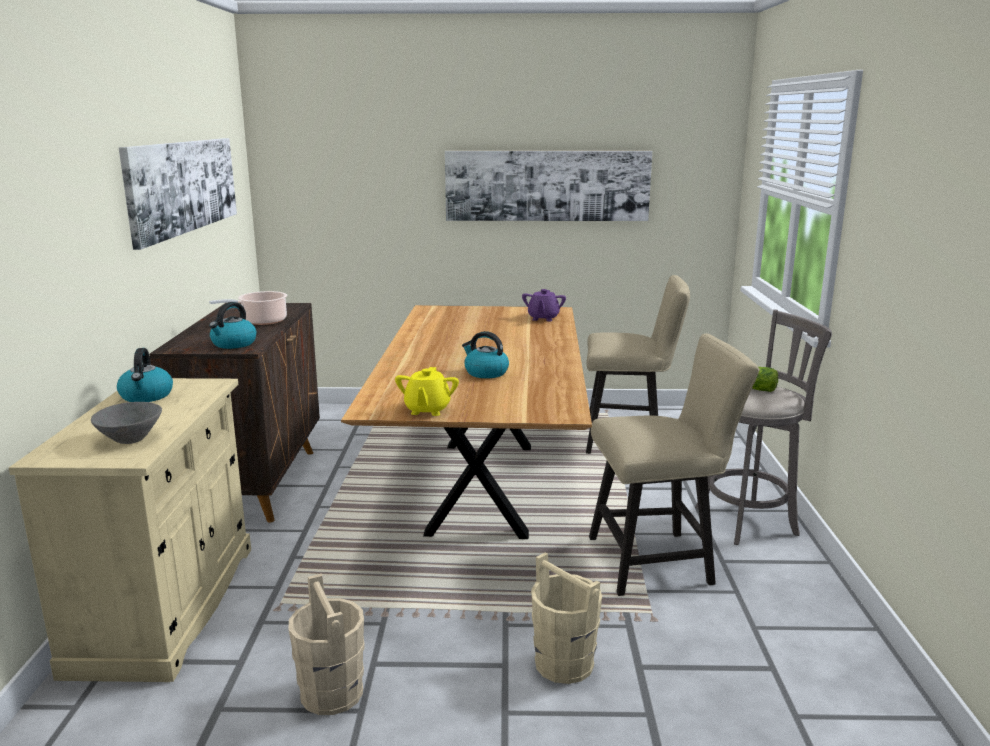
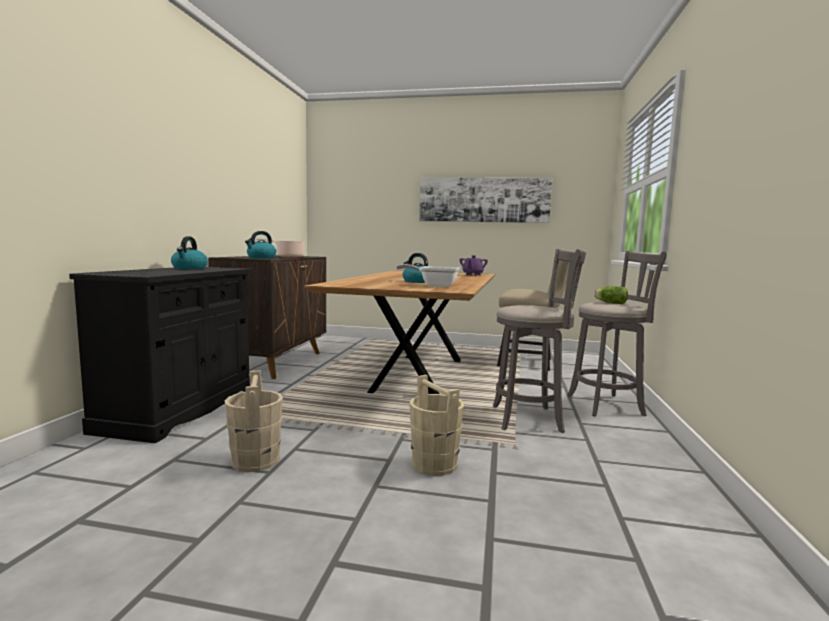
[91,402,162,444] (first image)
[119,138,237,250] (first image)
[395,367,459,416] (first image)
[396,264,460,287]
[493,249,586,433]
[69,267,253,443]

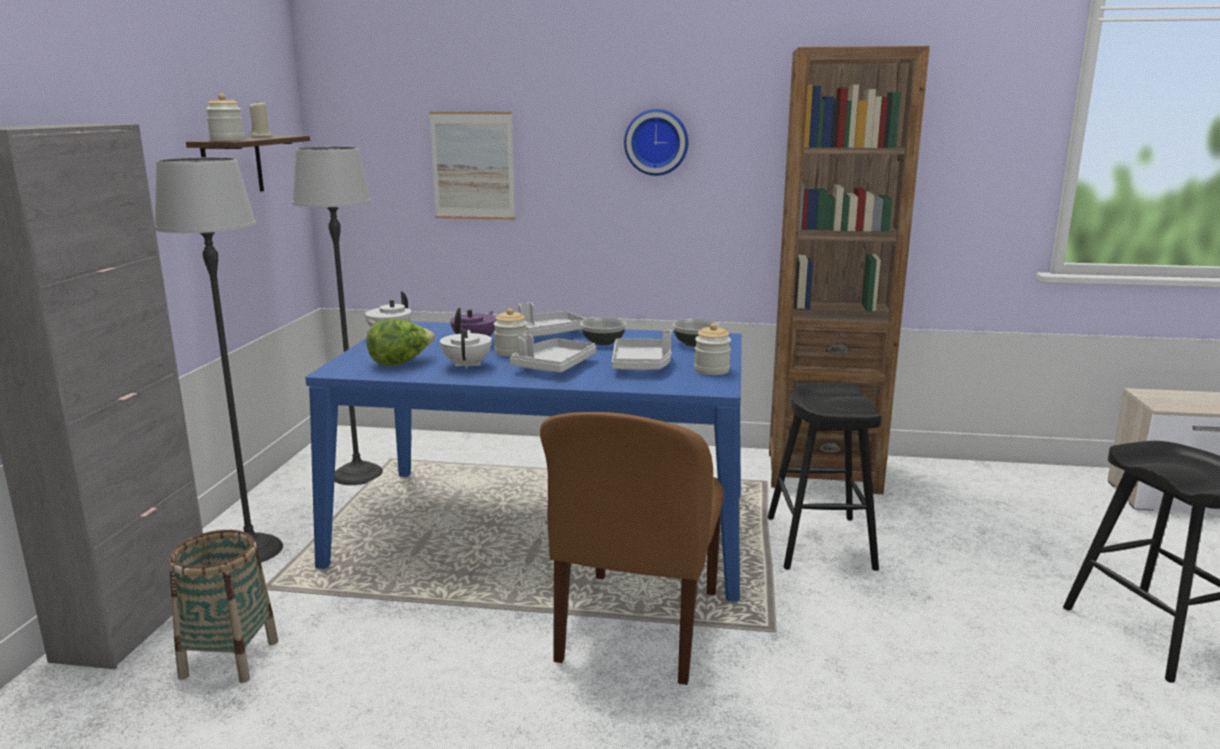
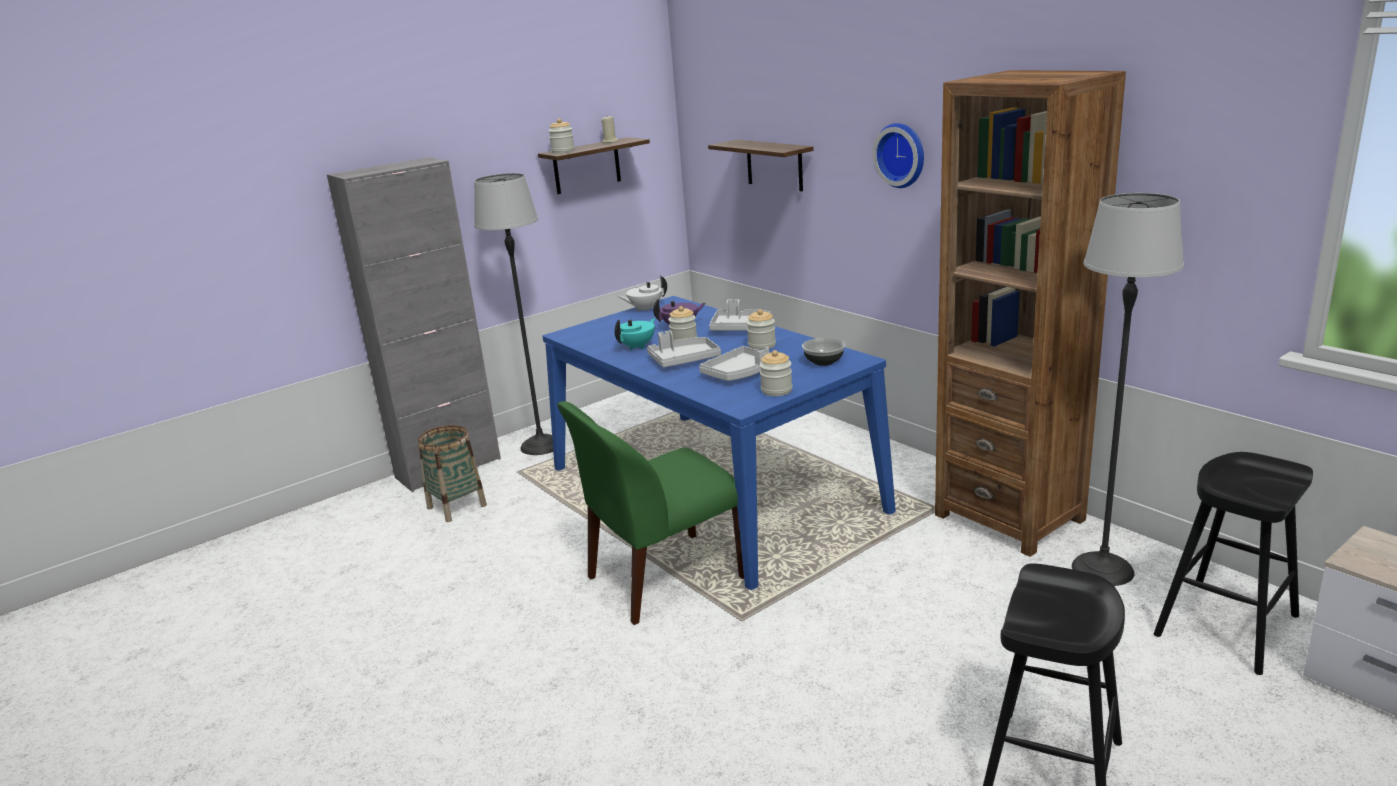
[367,319,435,366] (first image)
[1072,193,1184,586]
[1154,452,1313,675]
[708,139,813,191]
[747,309,776,350]
[615,318,656,350]
[557,401,744,625]

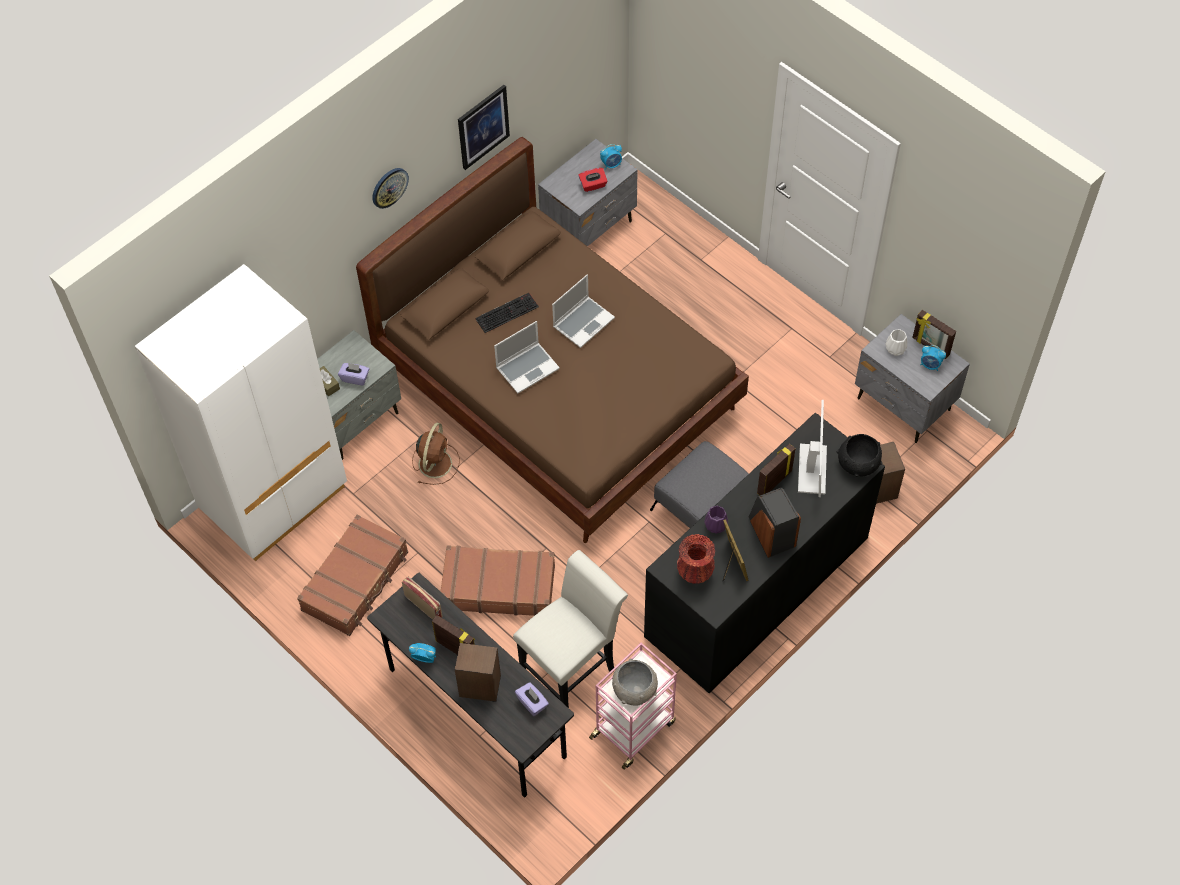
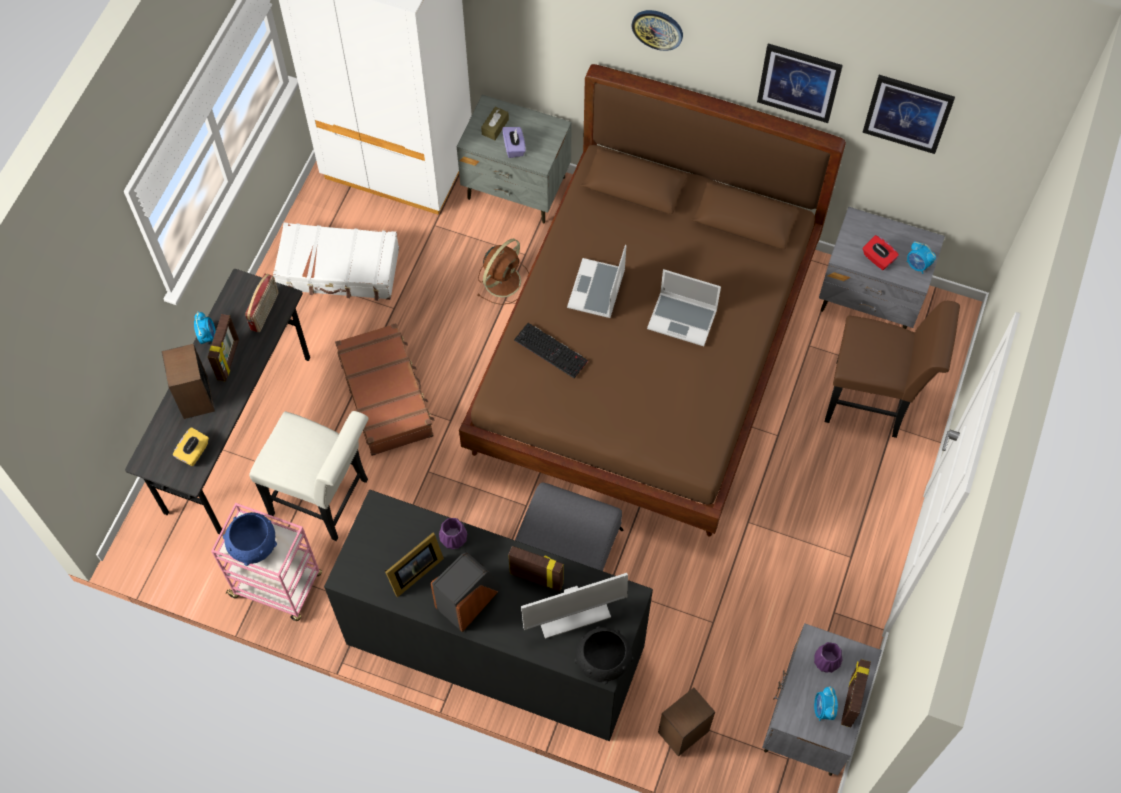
[677,534,715,584] (first image)
[825,301,960,438]
[862,75,955,154]
[514,323,588,378]
[273,223,399,301]
[173,427,209,466]
[223,512,277,566]
[814,642,842,673]
[476,239,529,305]
[567,245,626,318]

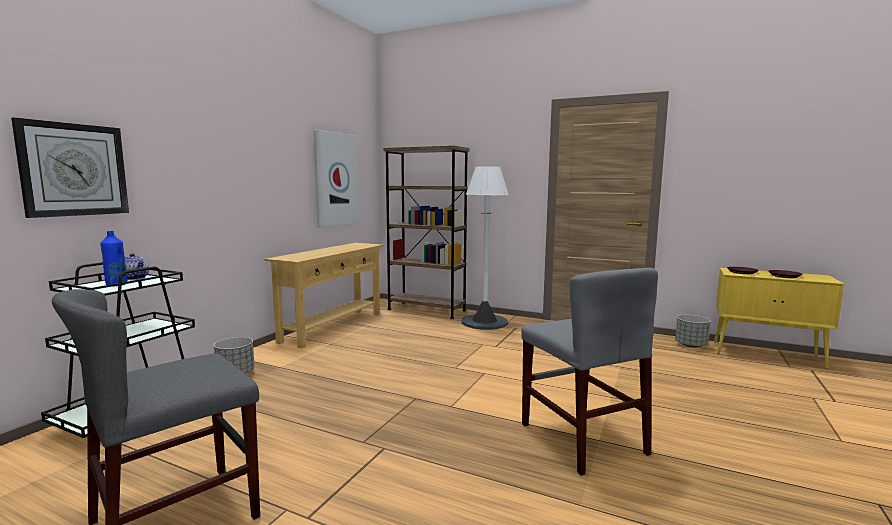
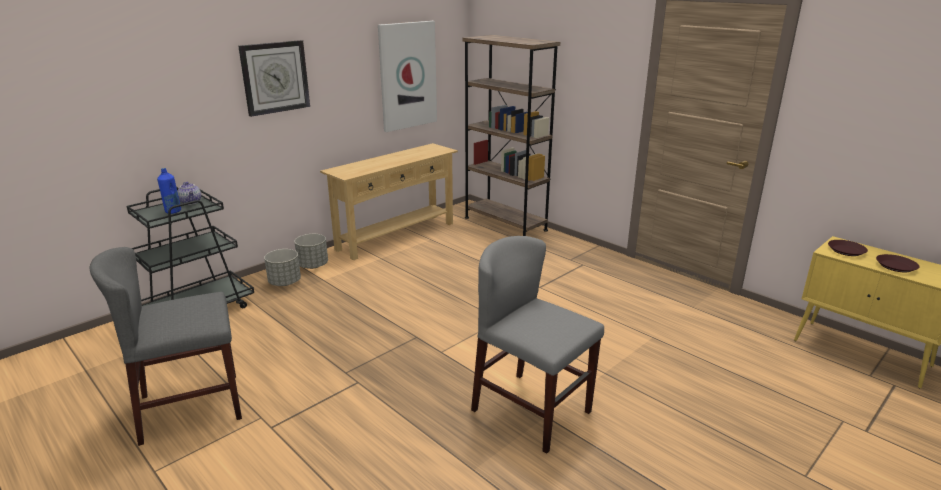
[462,166,509,330] (first image)
[238,40,310,117]
[294,234,328,269]
[471,236,604,454]

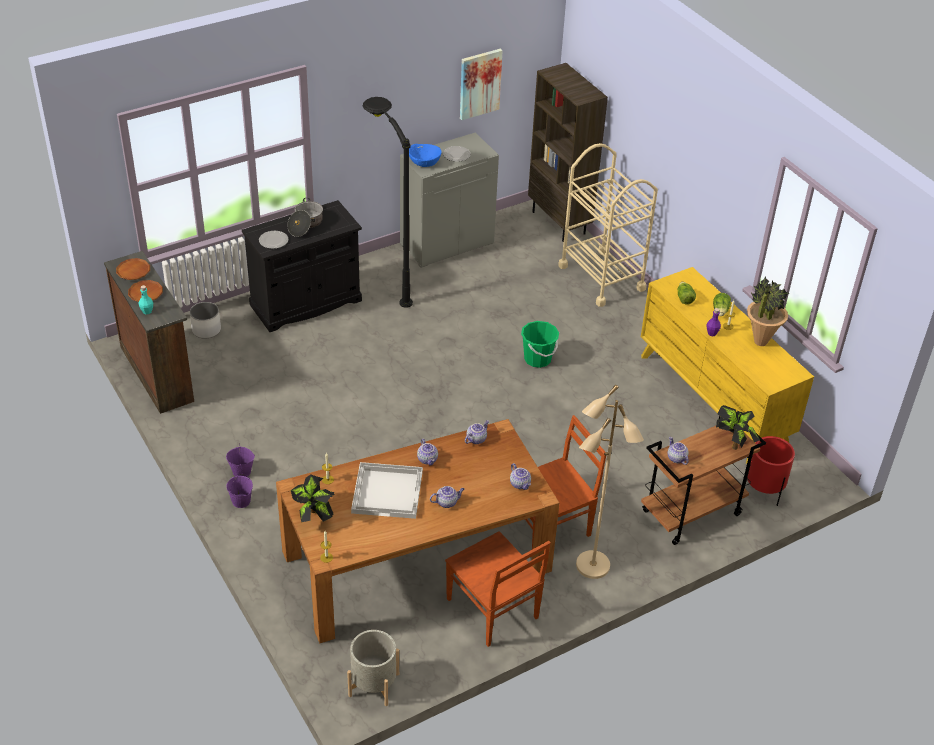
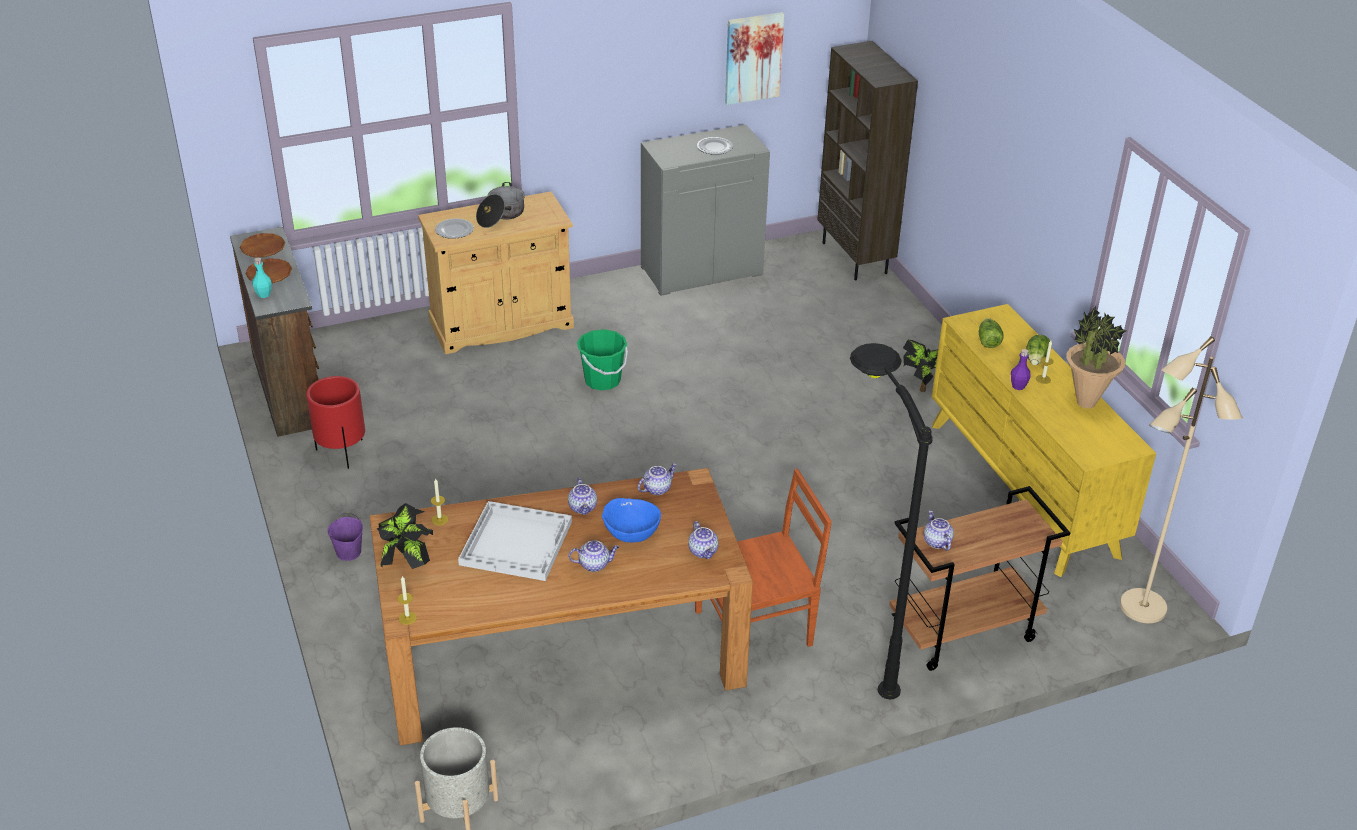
[190,302,221,338] (first image)
[226,443,255,477] (first image)
[445,531,551,647] (first image)
[558,143,658,307] (first image)
[850,343,933,699]
[602,498,661,542]
[577,329,628,390]
[1120,336,1243,623]
[903,340,938,392]
[306,376,365,469]
[418,191,574,354]

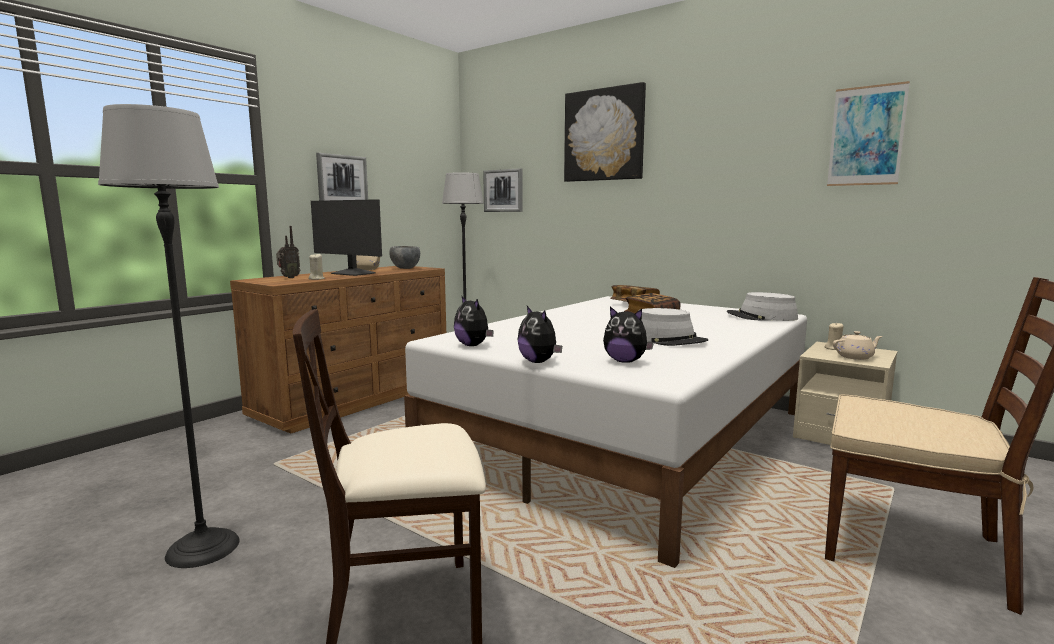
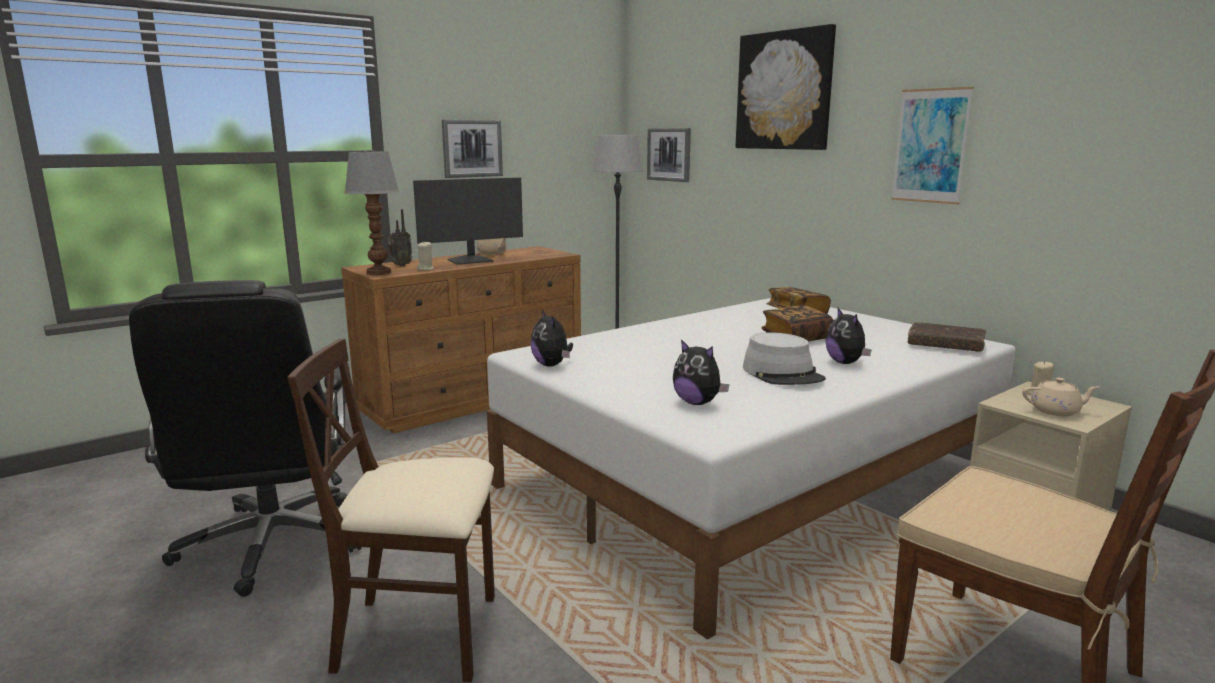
[389,246,420,269] (first image)
[344,151,399,275]
[826,308,871,364]
[891,87,974,204]
[129,280,361,597]
[908,322,986,352]
[413,178,523,265]

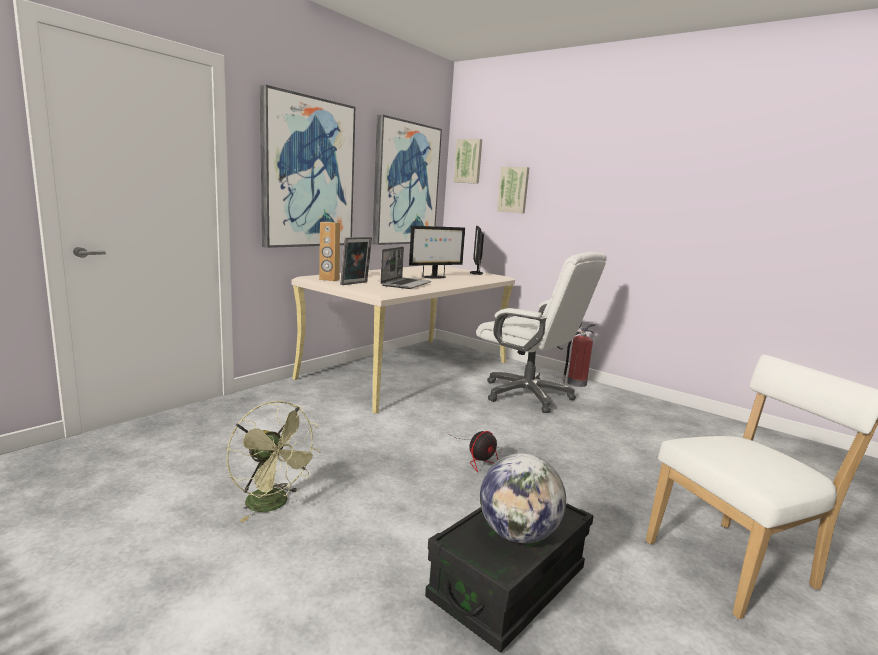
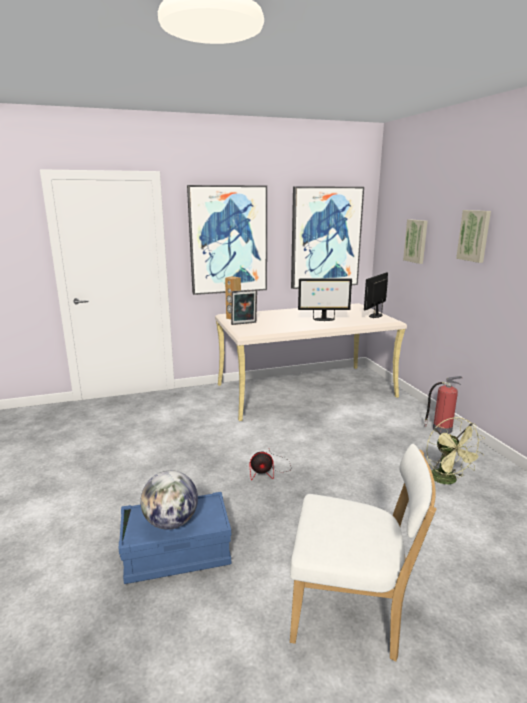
[381,247,431,289] (first image)
[476,252,607,413] (first image)
[426,417,485,484]
[456,210,491,263]
[118,492,231,584]

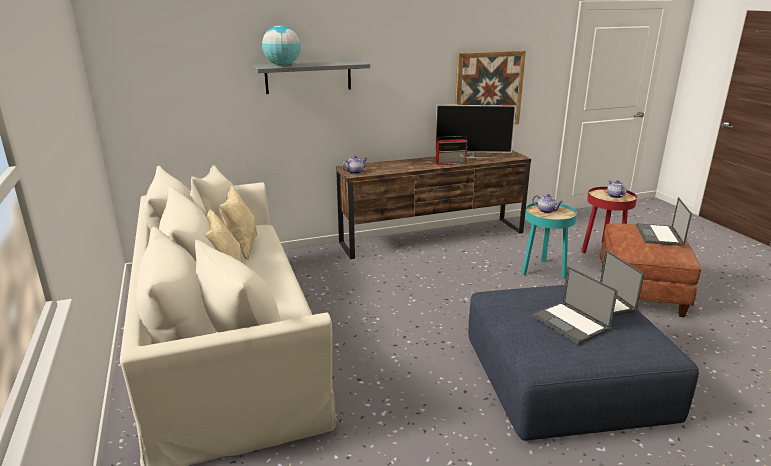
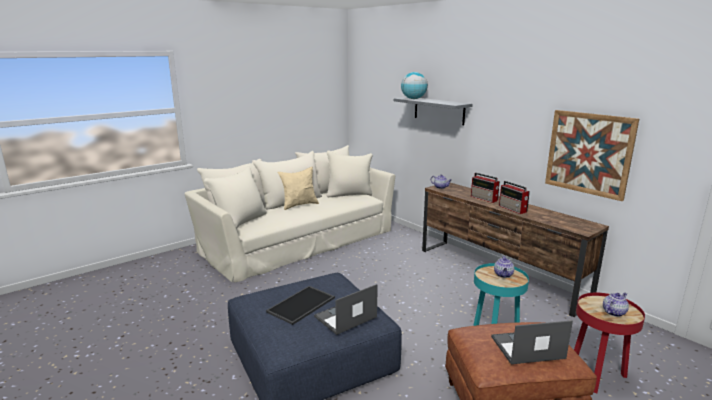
[219,185,257,260] (first image)
[435,105,516,159] (first image)
[471,173,500,203]
[266,286,335,325]

